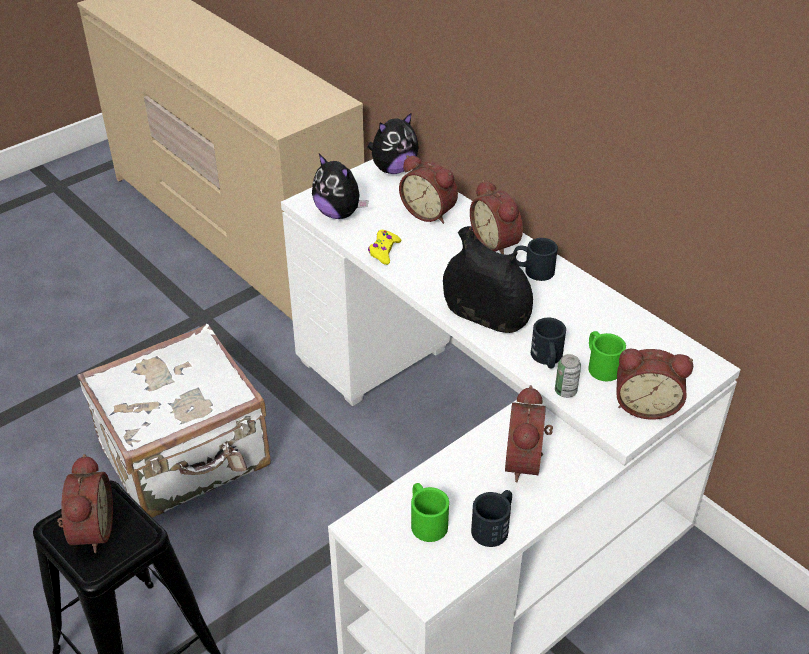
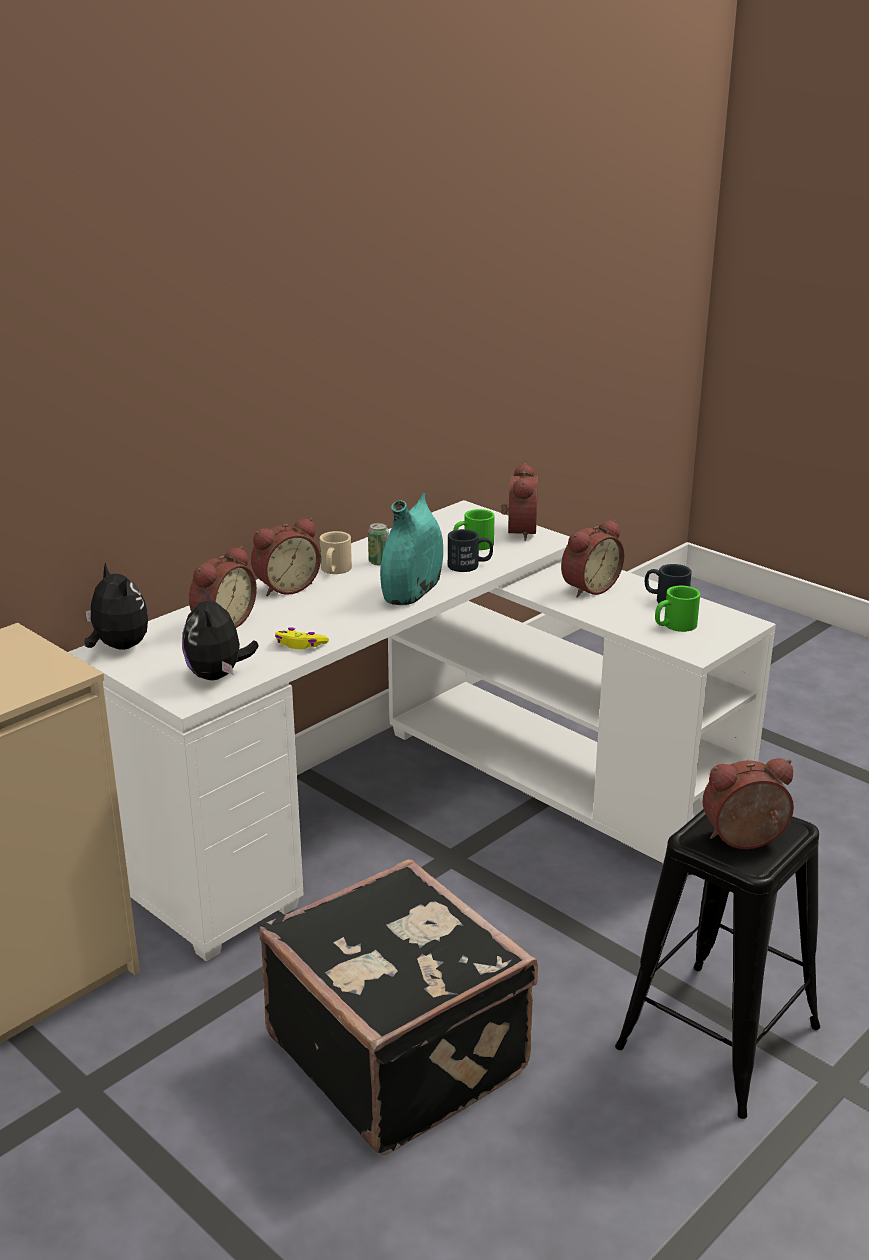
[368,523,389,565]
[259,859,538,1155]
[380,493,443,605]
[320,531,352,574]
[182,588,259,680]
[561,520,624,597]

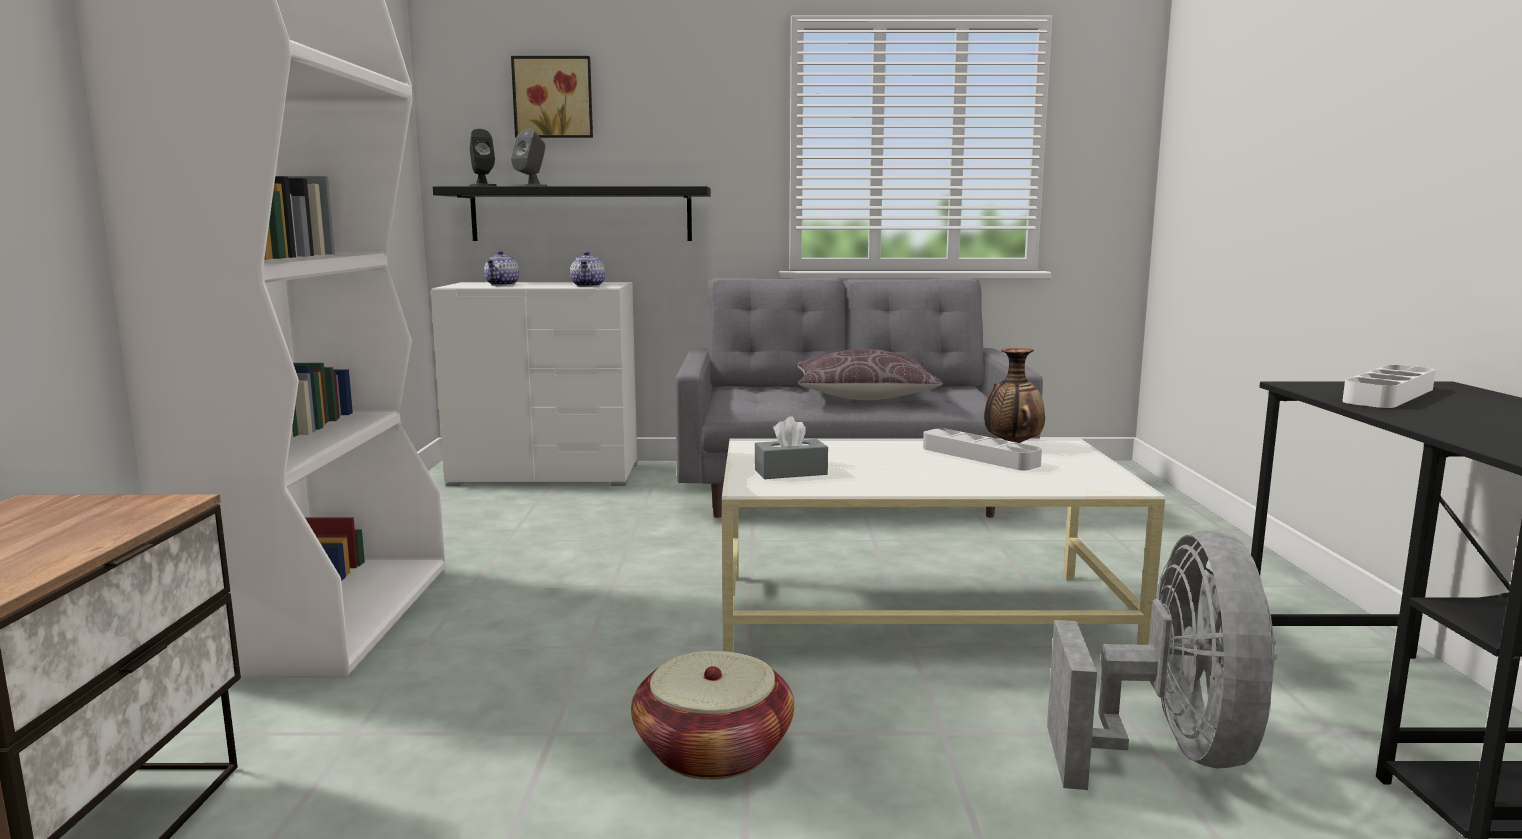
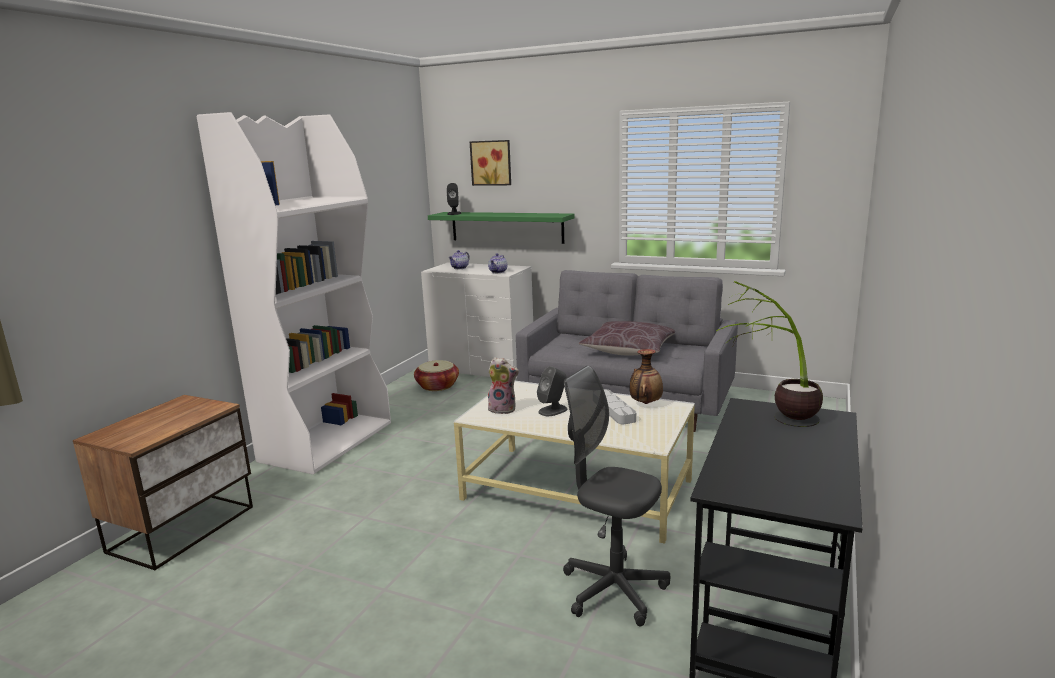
[537,366,568,416]
[414,360,459,391]
[488,357,519,414]
[563,366,670,627]
[716,281,823,427]
[428,212,574,244]

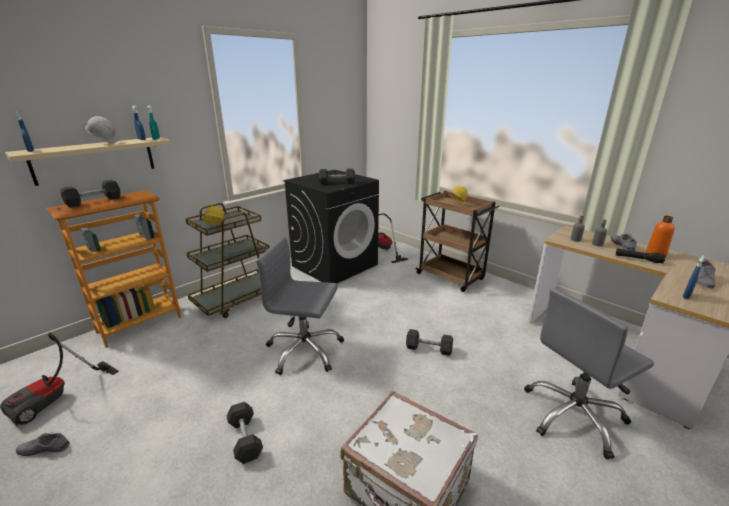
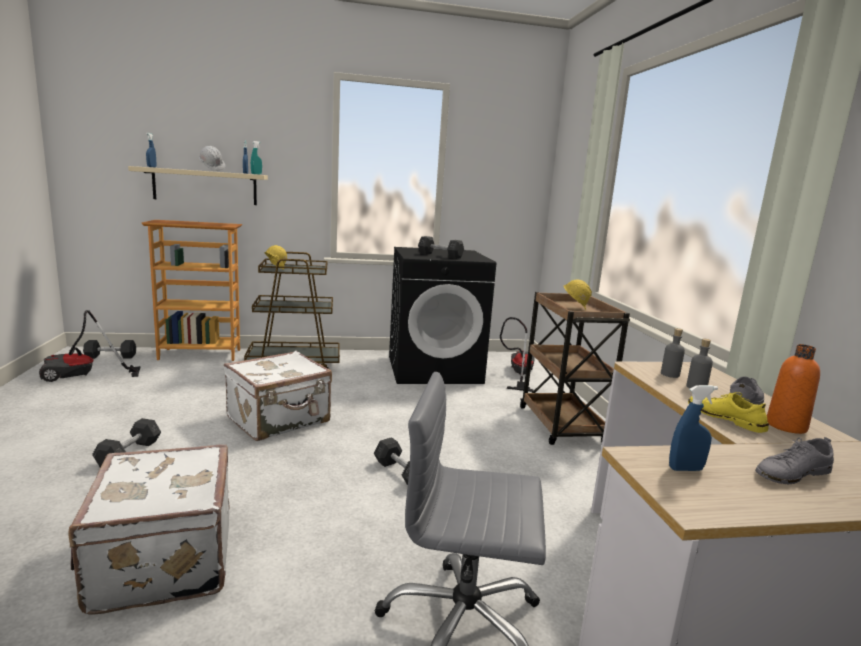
[16,432,70,456] (first image)
[83,340,136,359]
[224,351,332,441]
[688,392,769,433]

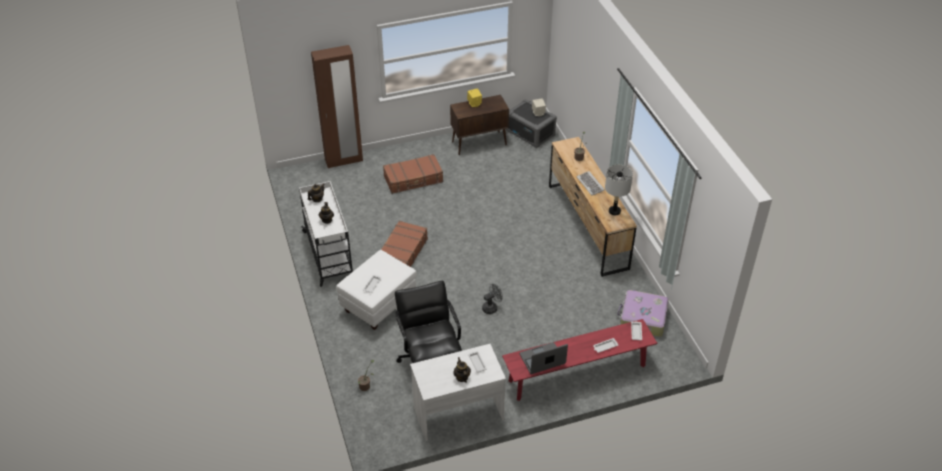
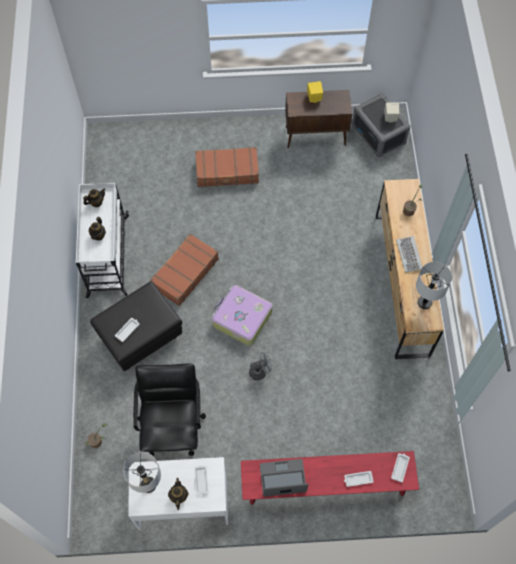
[311,45,363,168] (first image)
[123,452,161,493]
[212,285,272,346]
[90,281,182,371]

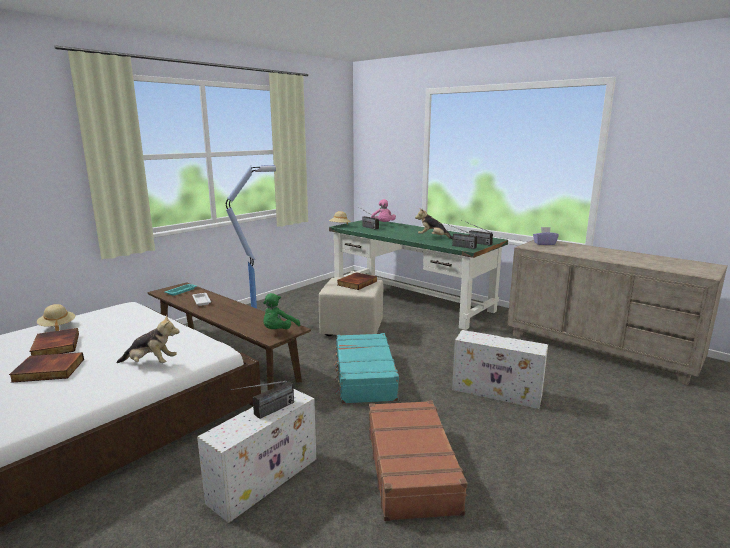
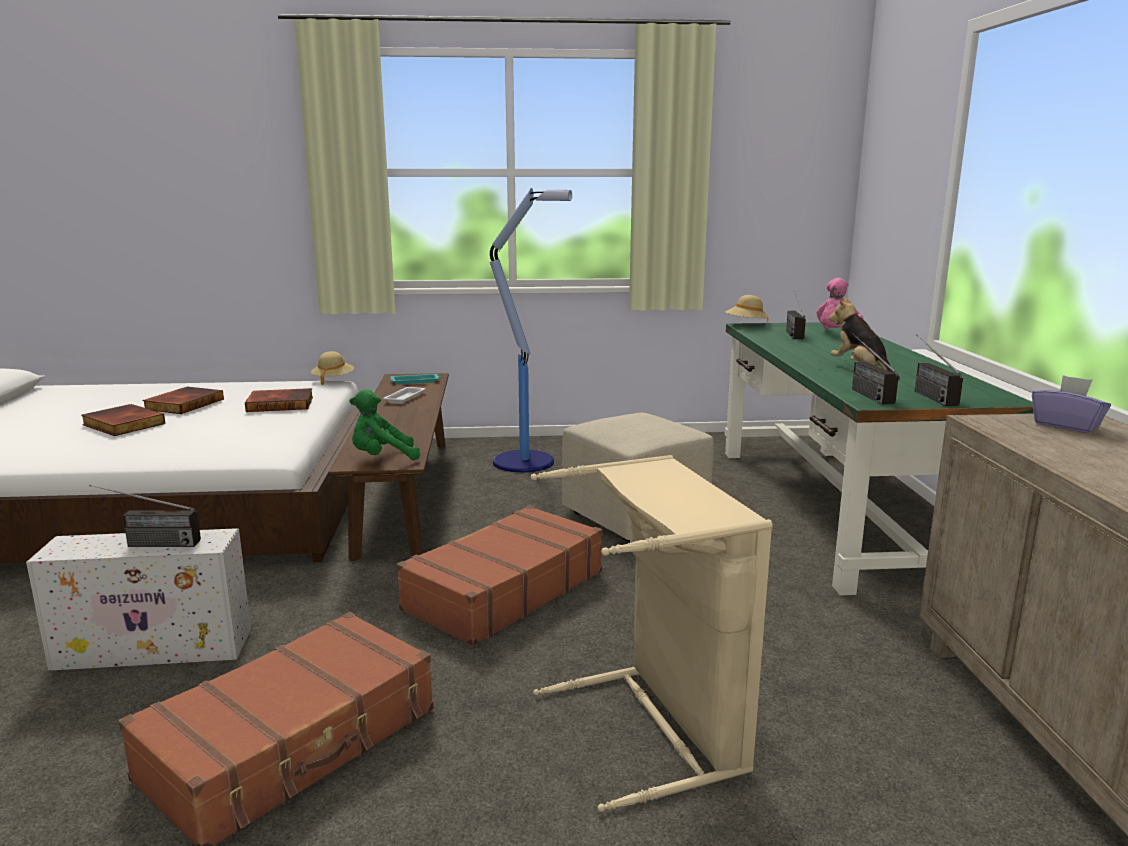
[116,315,180,363] (first image)
[311,351,354,385]
[245,388,313,412]
[531,455,773,812]
[397,505,602,646]

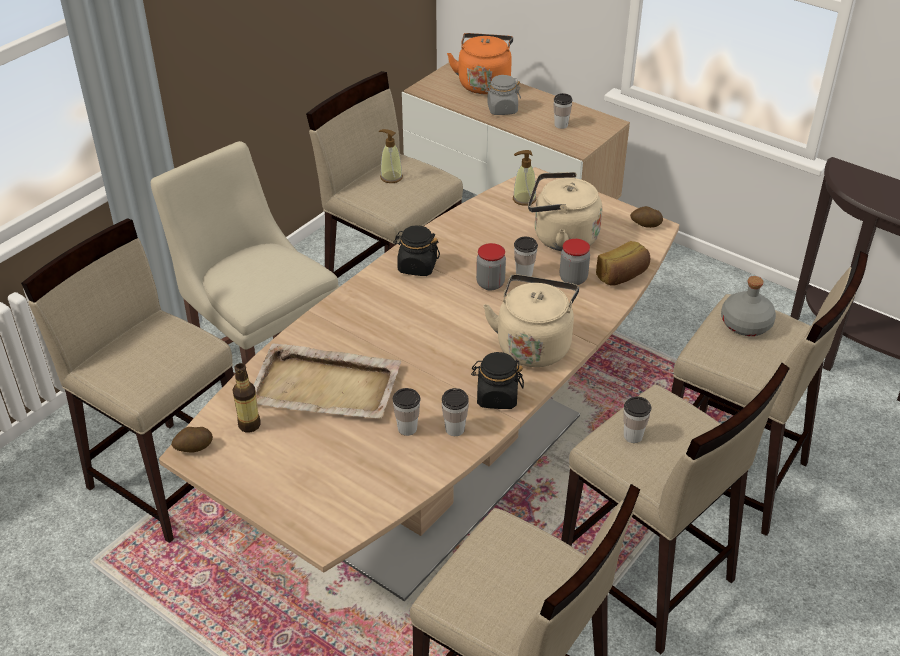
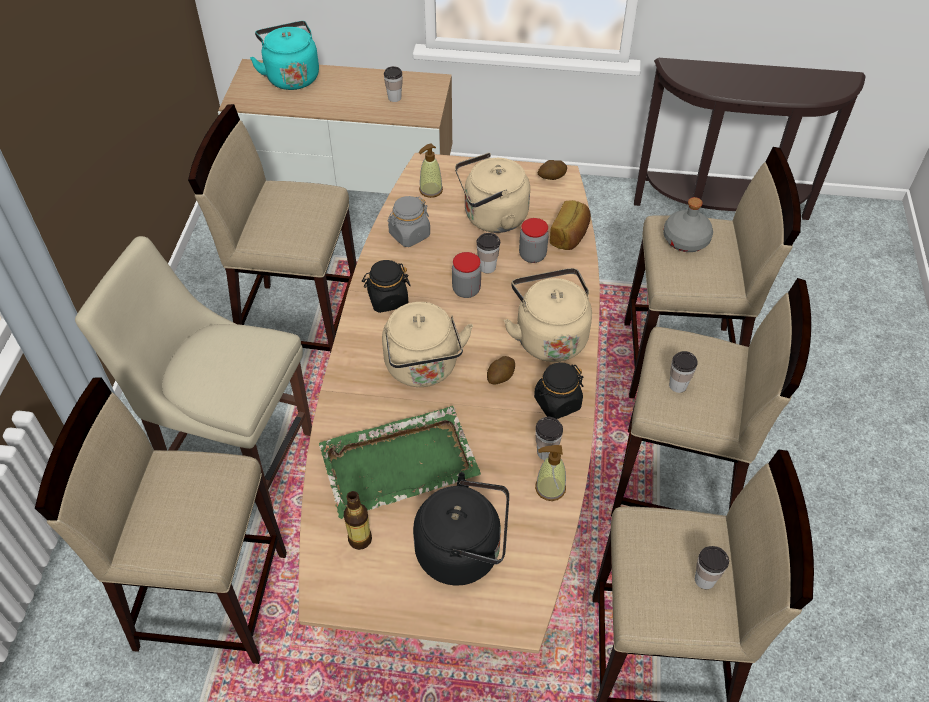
[382,302,473,387]
[413,472,509,585]
[487,356,515,384]
[535,445,566,501]
[695,546,729,589]
[388,196,430,247]
[319,406,481,519]
[250,21,319,90]

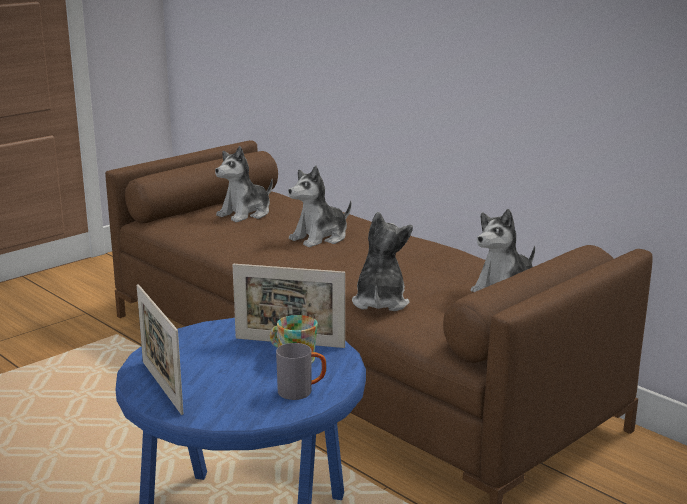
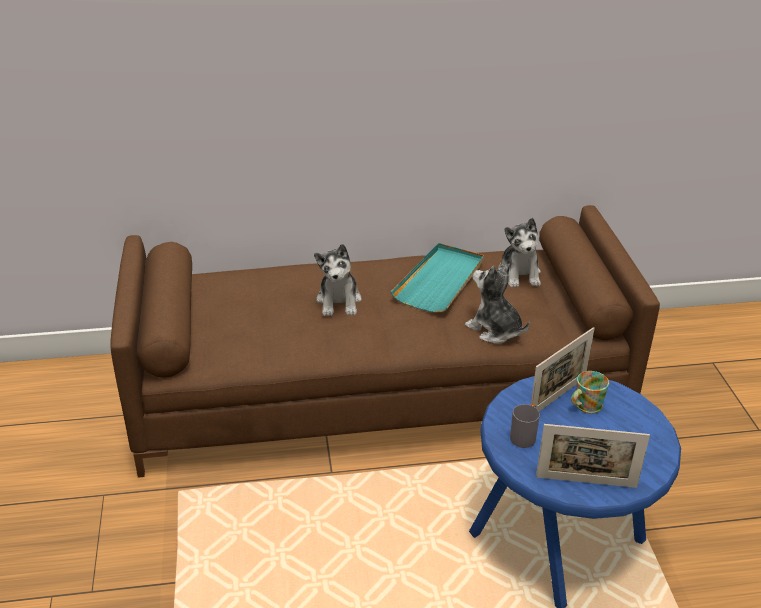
[215,146,273,222] (first image)
[391,243,484,313]
[510,404,540,448]

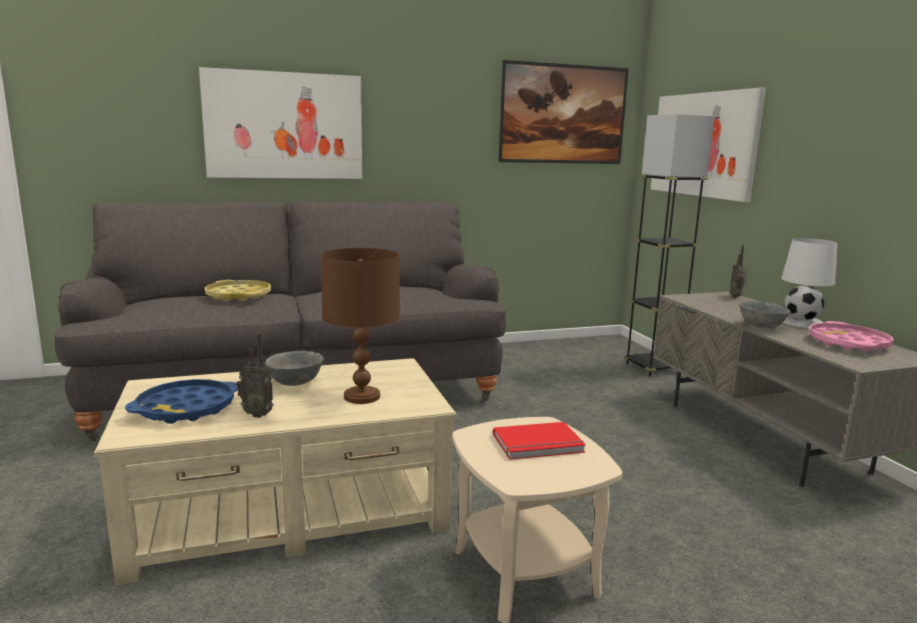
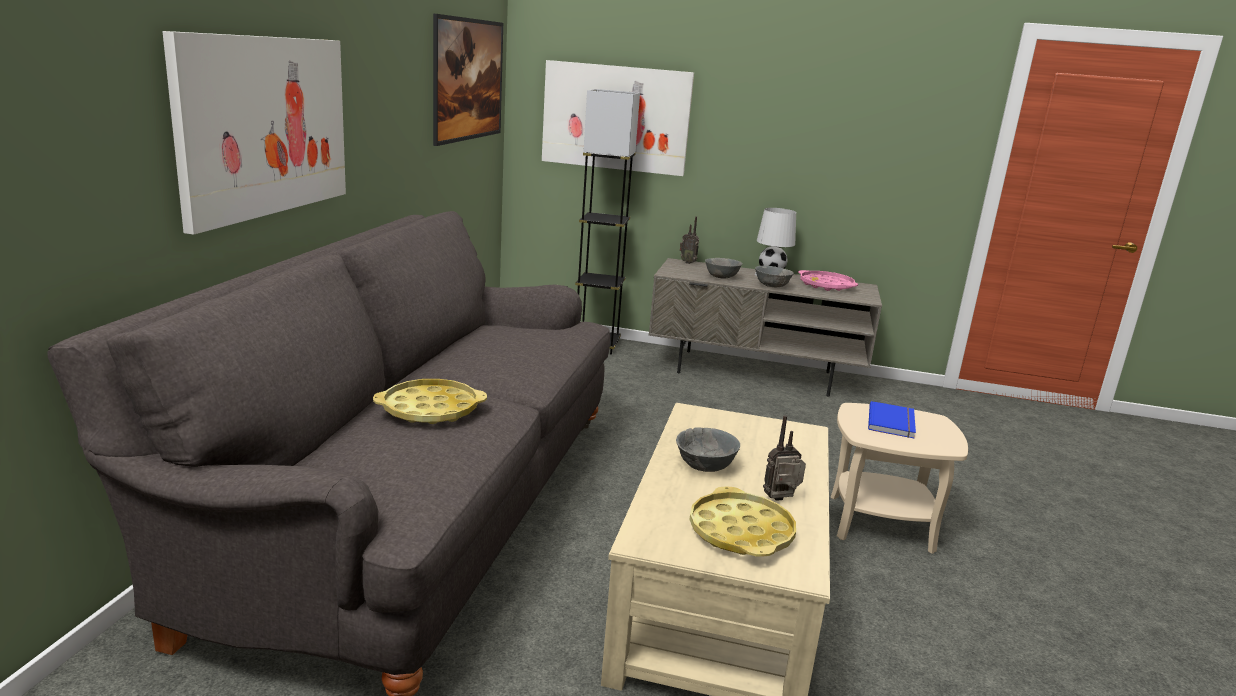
[321,248,400,404] (first image)
[705,258,742,278]
[689,487,796,557]
[868,401,916,439]
[763,415,806,501]

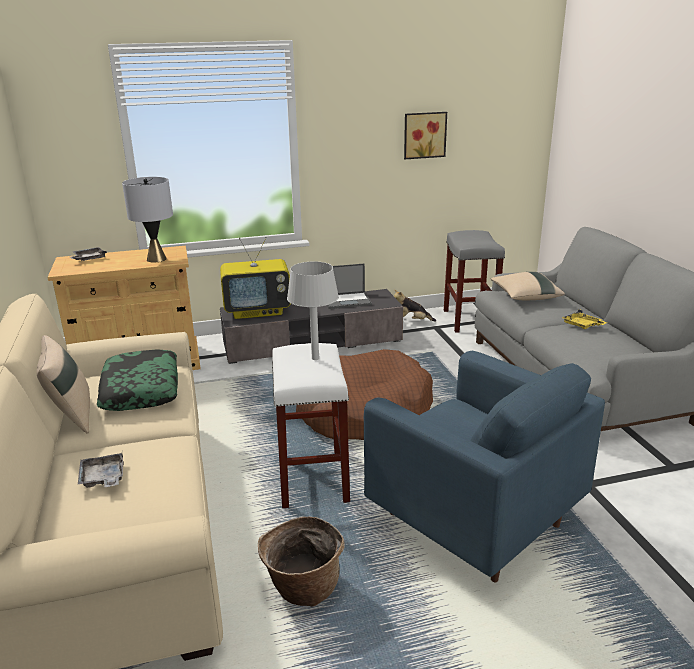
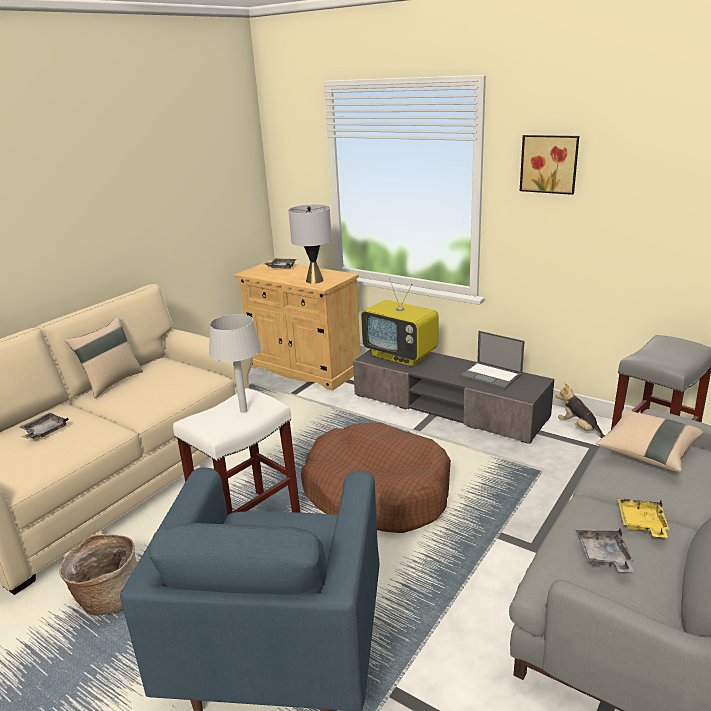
[97,350,178,411] (first image)
[576,528,634,572]
[520,135,579,195]

